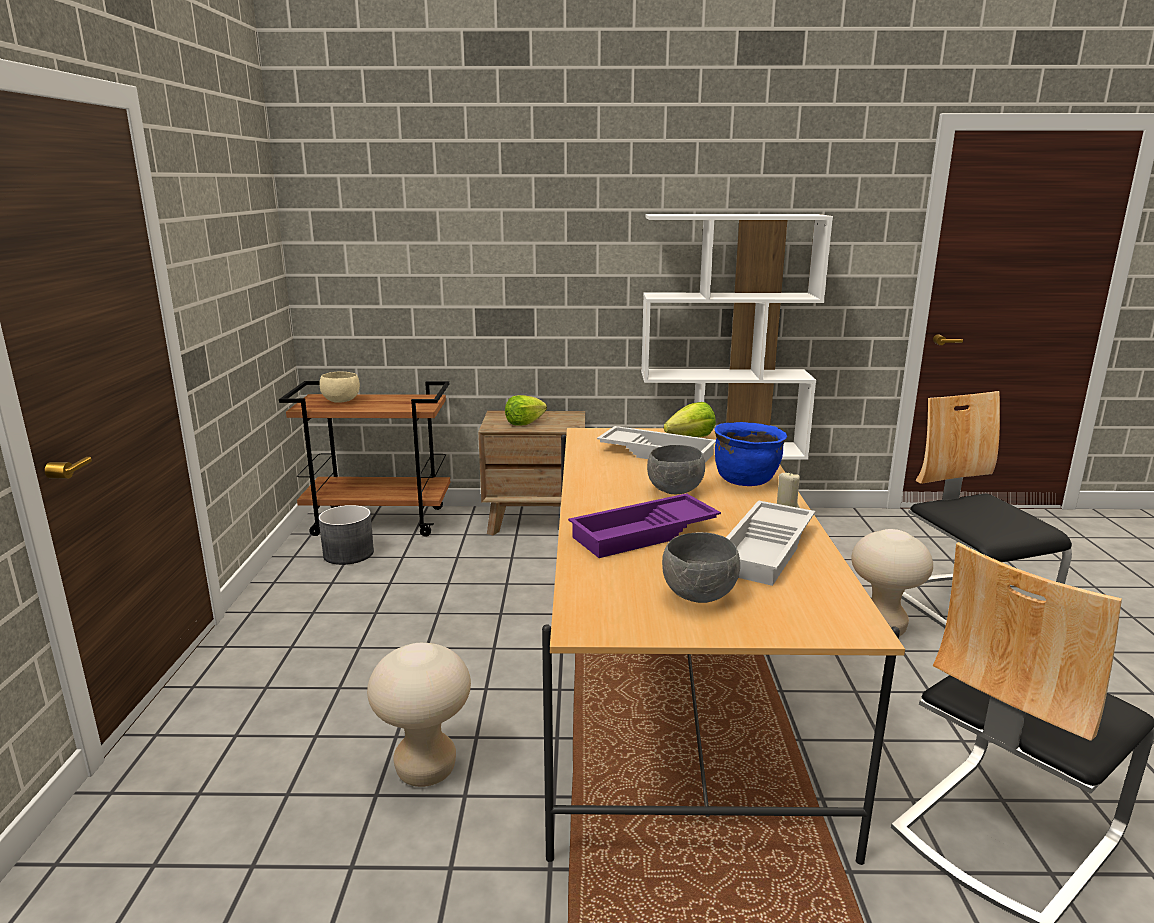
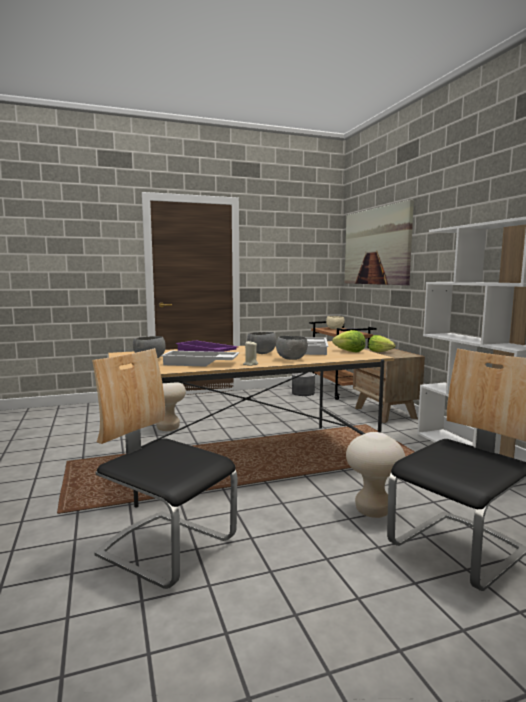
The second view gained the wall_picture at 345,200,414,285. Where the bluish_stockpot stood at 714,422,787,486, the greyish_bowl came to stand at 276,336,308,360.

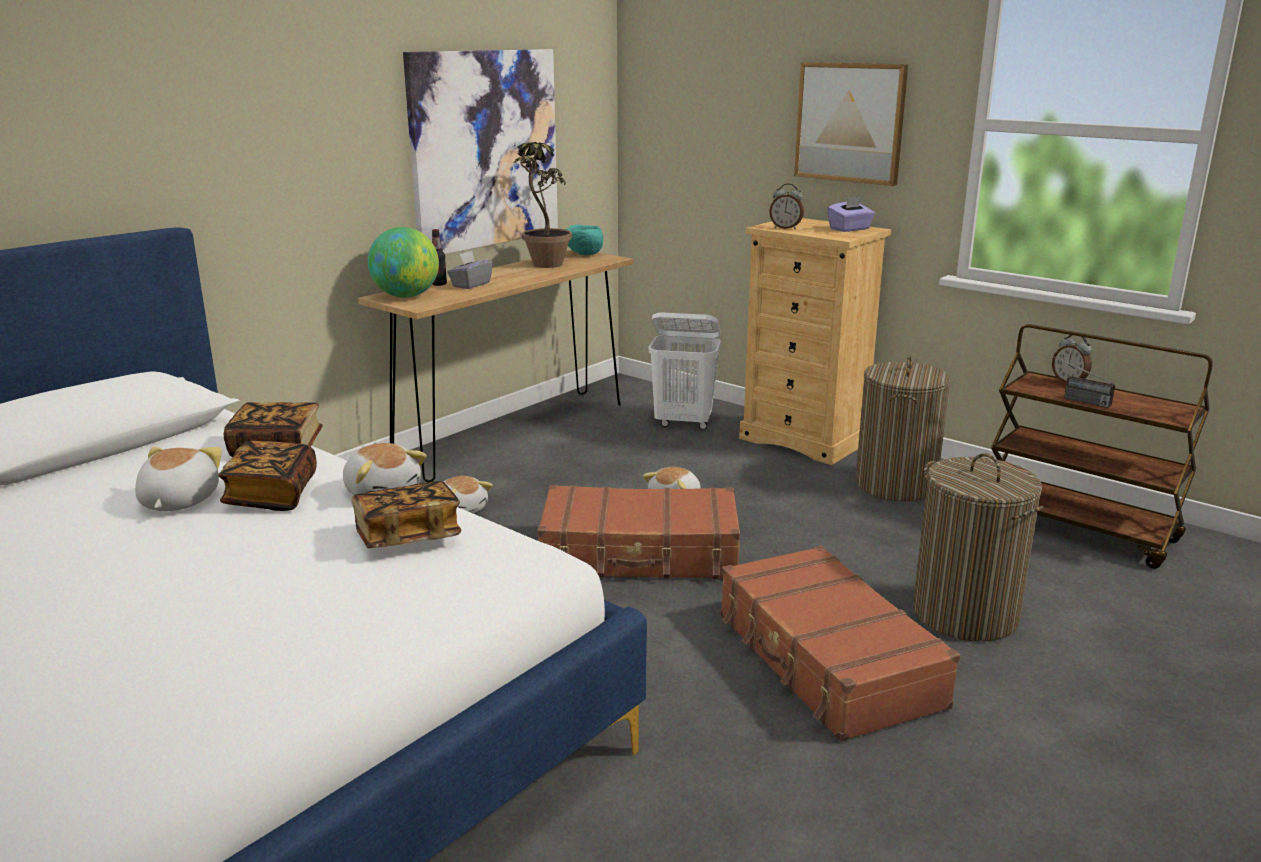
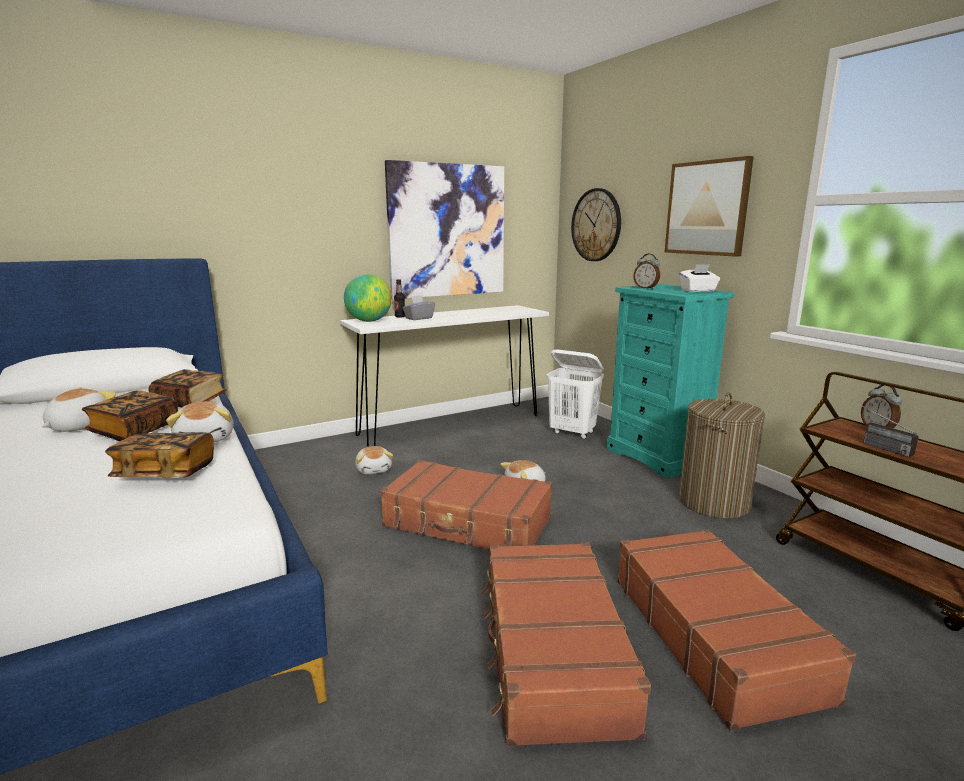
The second view lost the houseplant at 513,142,572,268. The second view lost the turquoise_bowl at 565,225,603,255. The second view gained the hanging_clock at 571,188,621,261. Where the laundry_basket stood at 913,453,1044,642, the brown-coloured_piece_of_luggage came to stand at 617,529,856,731. What was the brown-coloured_console_table at 358,250,634,482 turned into the white-coloured_console_table at 341,305,549,447. What was the sand-coloured_drawer_chest at 739,218,891,465 turned into the turquoise_drawer_chest at 606,284,734,479. What was the purplish_tissue_holder at 827,196,875,232 turned into the white-coloured_tissue_holder at 679,264,720,292.

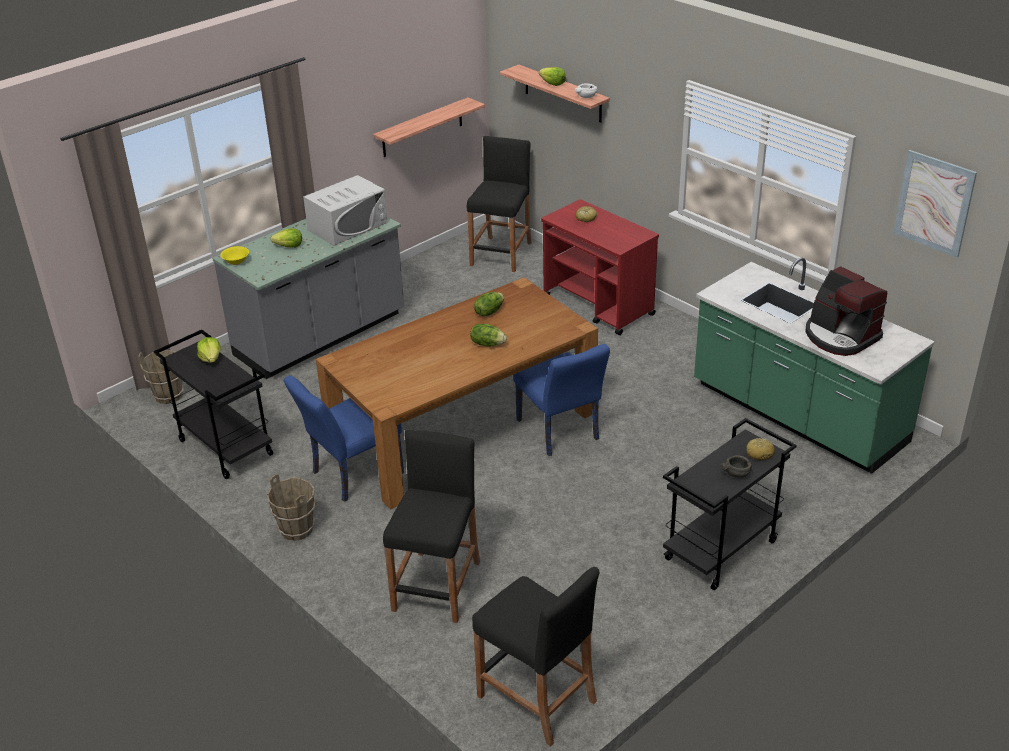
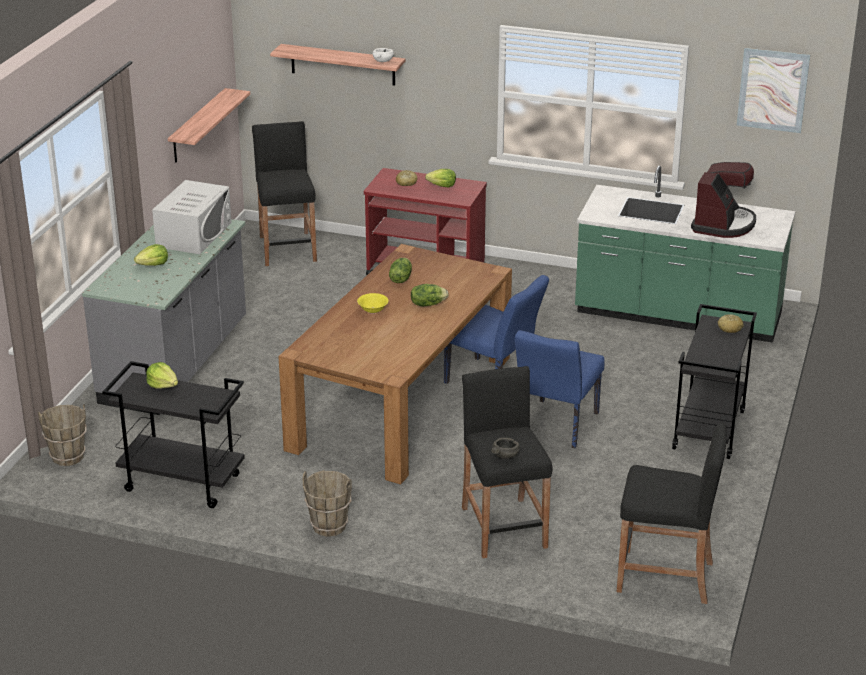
The yellow_bowl ended up elsewhere, having gone from 221,246,249,265 to 357,293,388,314. The bluish_plain_chair ended up elsewhere, having gone from 284,375,404,502 to 515,330,605,448. The head_of_lettuce ended up elsewhere, having gone from 538,67,566,86 to 425,169,456,188. The greyish_bowl ended up elsewhere, having gone from 721,455,752,478 to 491,438,520,459. The coffee_maker at 806,266,887,356 ended up facing another way, 90 degrees counterclockwise from before.

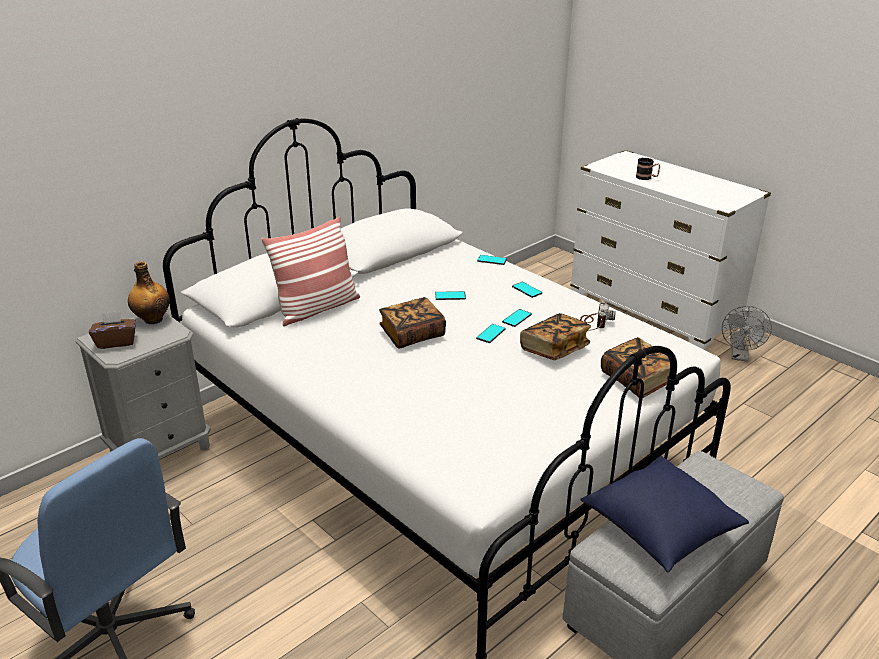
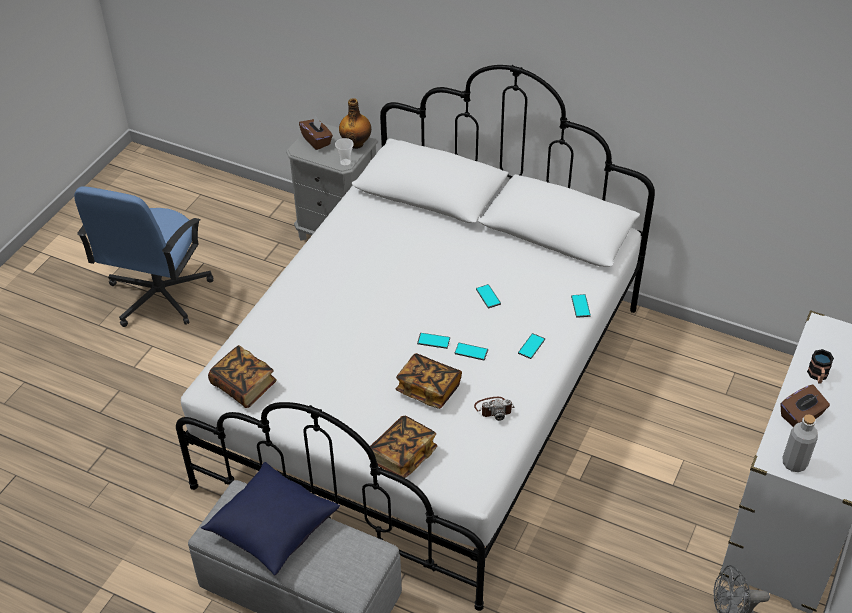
The second view lost the cushion at 261,216,360,326. The second view gained the drinking_cup at 335,138,354,166. The second view gained the brown-coloured_tissue_holder at 781,385,830,427. The second view gained the greyish_drink_bottle at 783,414,818,472. The volume ended up elsewhere, having gone from 379,297,446,349 to 208,345,277,408.

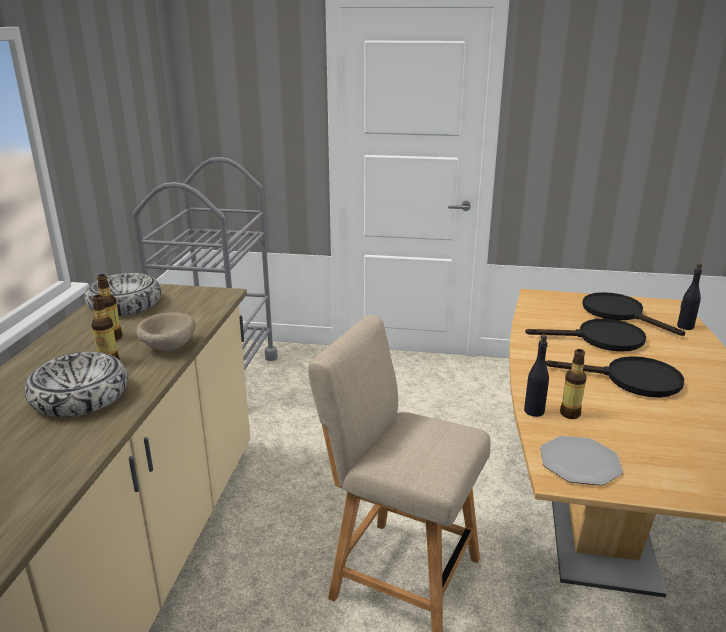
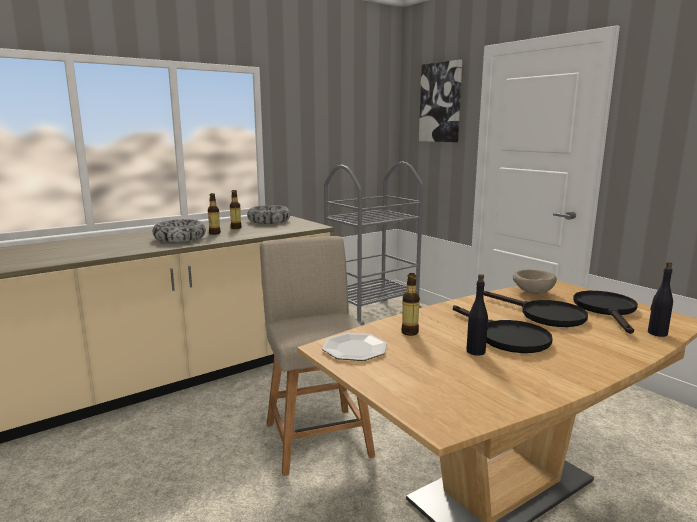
The second view gained the wall_picture at 419,60,462,142. The sand-coloured_bowl ended up elsewhere, having gone from 136,312,195,350 to 513,270,557,294. The blackish_drink_bottle ended up elsewhere, having gone from 524,334,549,417 to 466,274,488,356.

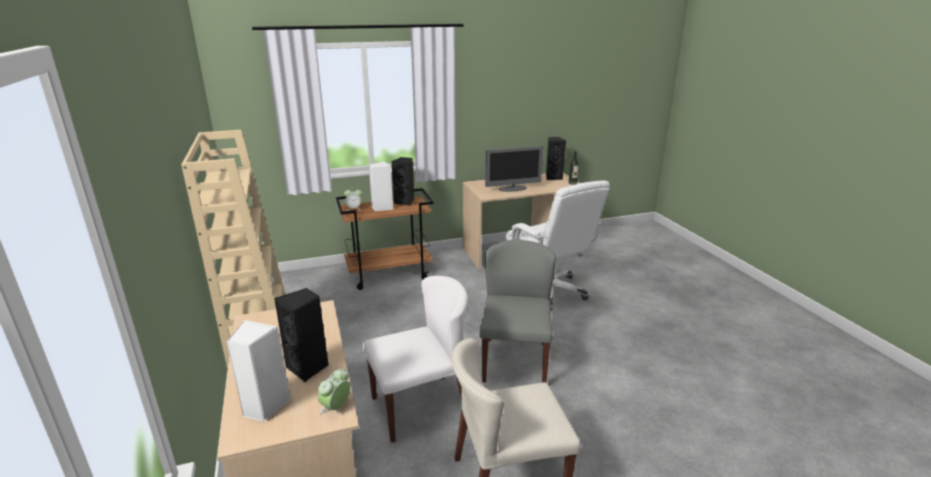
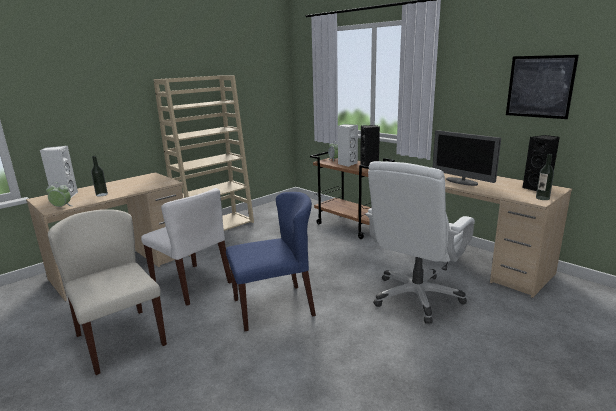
The second view gained the wall_picture at 506,55,579,119. Where the blackish_speaker stood at 274,288,328,382, the drink_bottle came to stand at 91,156,108,197. What was the greyish_plain_chair at 479,240,556,383 turned into the bluish_plain_chair at 226,192,316,331.

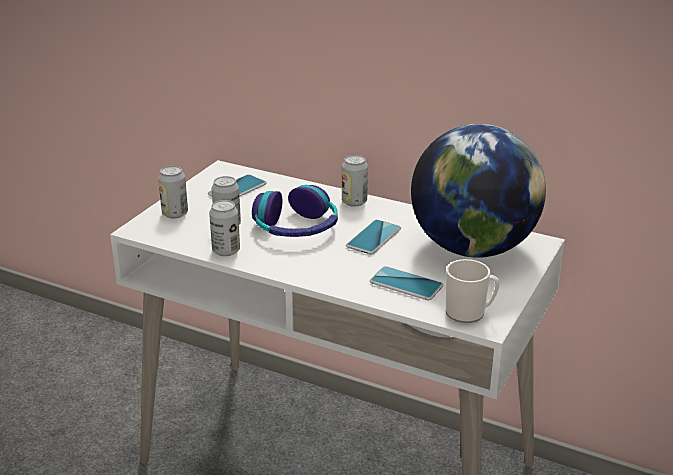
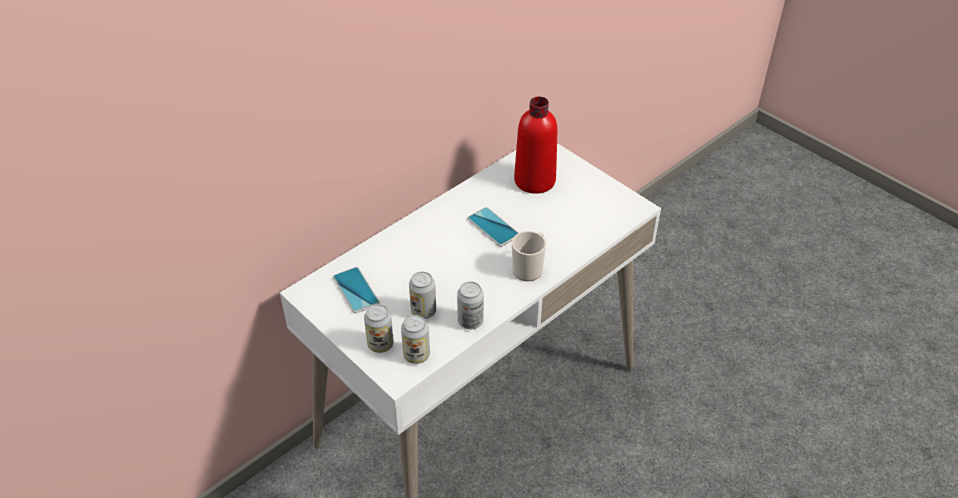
The second view lost the pair_of_headphones at 252,185,338,237. The second view lost the phone at 370,266,443,300. The metal_can ended up elsewhere, having gone from 342,155,368,207 to 401,315,430,364. The tea_mug ended up elsewhere, having gone from 446,259,500,323 to 512,231,546,281. Where the world_globe stood at 411,124,546,258, the reddish_drink_bottle came to stand at 514,96,558,194.

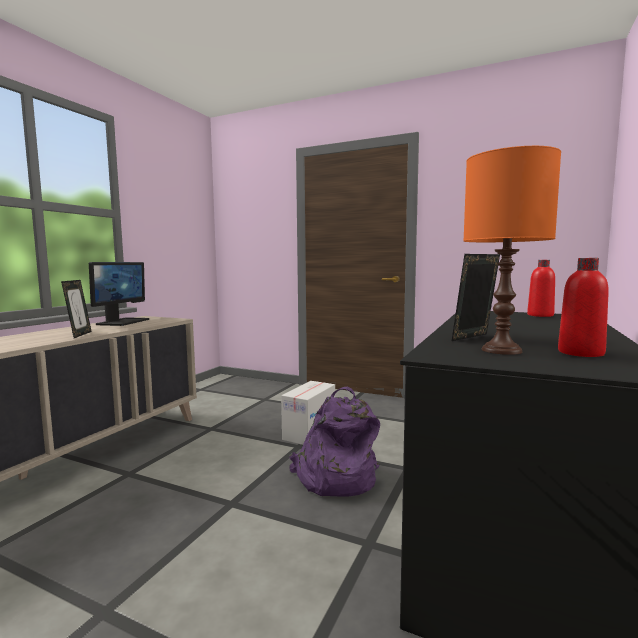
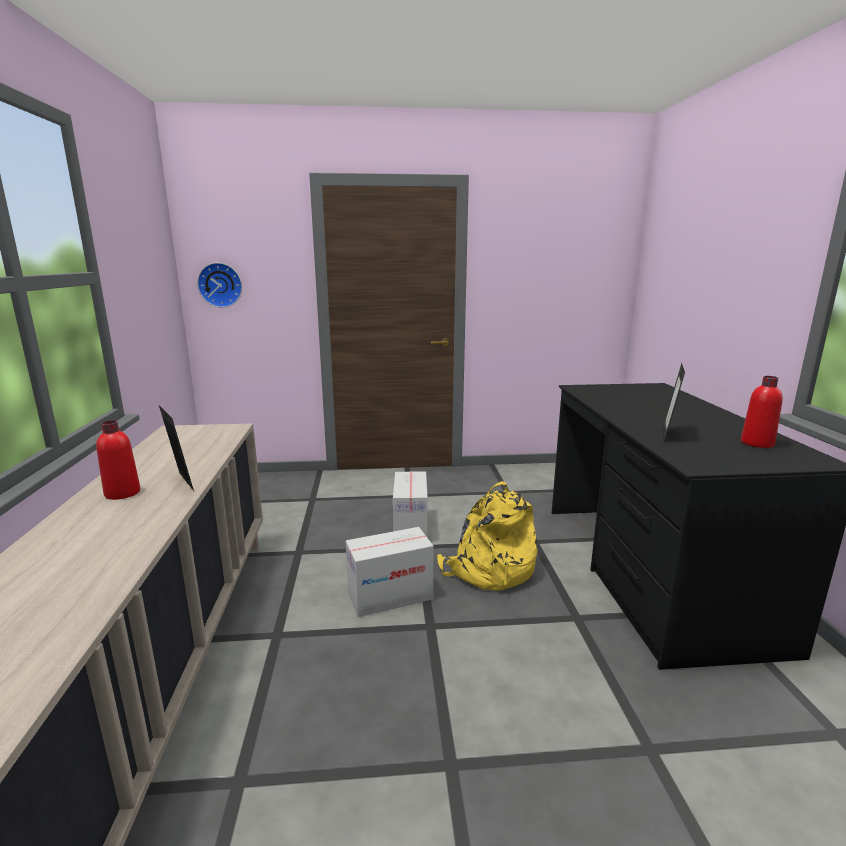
The second view lost the computer_screen at 89,262,149,326. The second view lost the orange-coloured_lamp_for_a_table at 463,146,561,355. The second view gained the hanging_clock at 197,263,242,308. The second view gained the packing_box at 346,527,433,617. The reddish_drink_bottle ended up elsewhere, having gone from 527,260,555,317 to 96,420,140,500. What was the purplish_knapsack at 289,386,380,496 turned into the yellow_knapsack at 437,481,537,591.

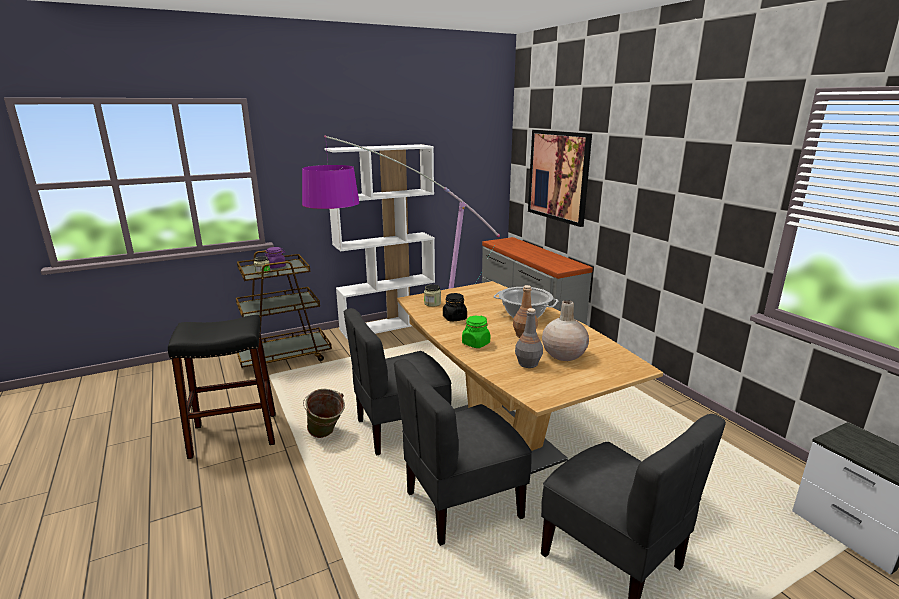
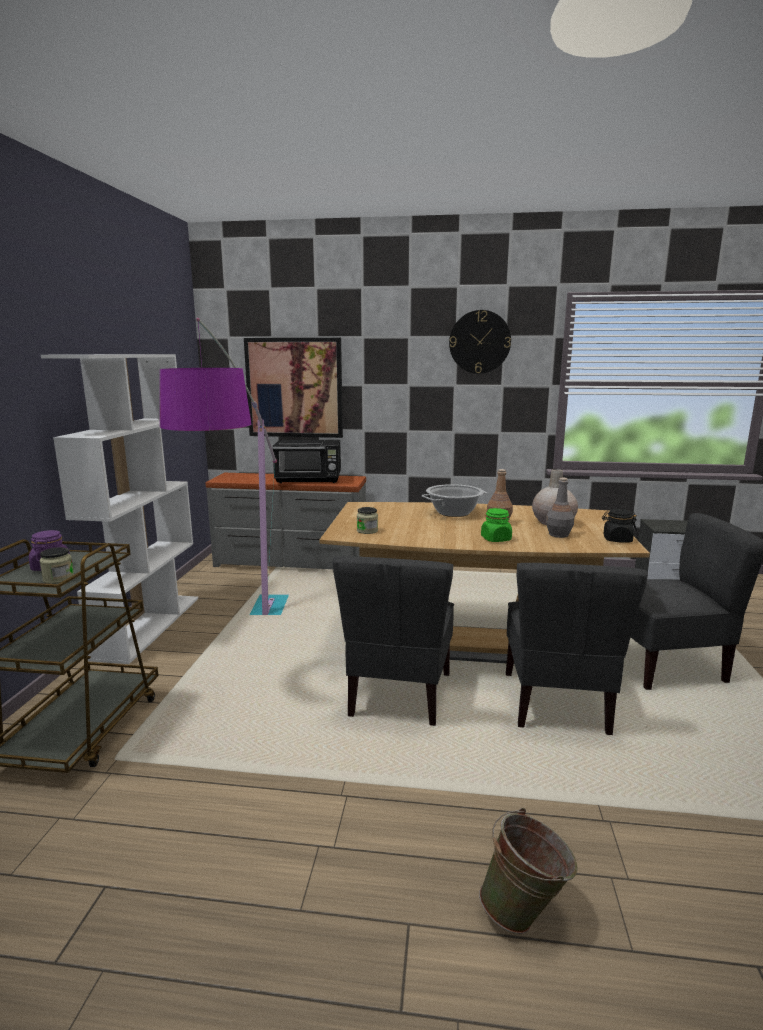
The second view lost the blackish_sitting_stool at 168,315,276,459. The second view gained the blackish_microwave_oven at 272,440,341,483. The second view gained the hanging_clock at 449,310,511,374. The green-coloured_bucket ended up elsewhere, having gone from 303,389,345,438 to 479,808,578,934. The blackish_jar ended up elsewhere, having gone from 443,293,467,322 to 602,509,637,543.

